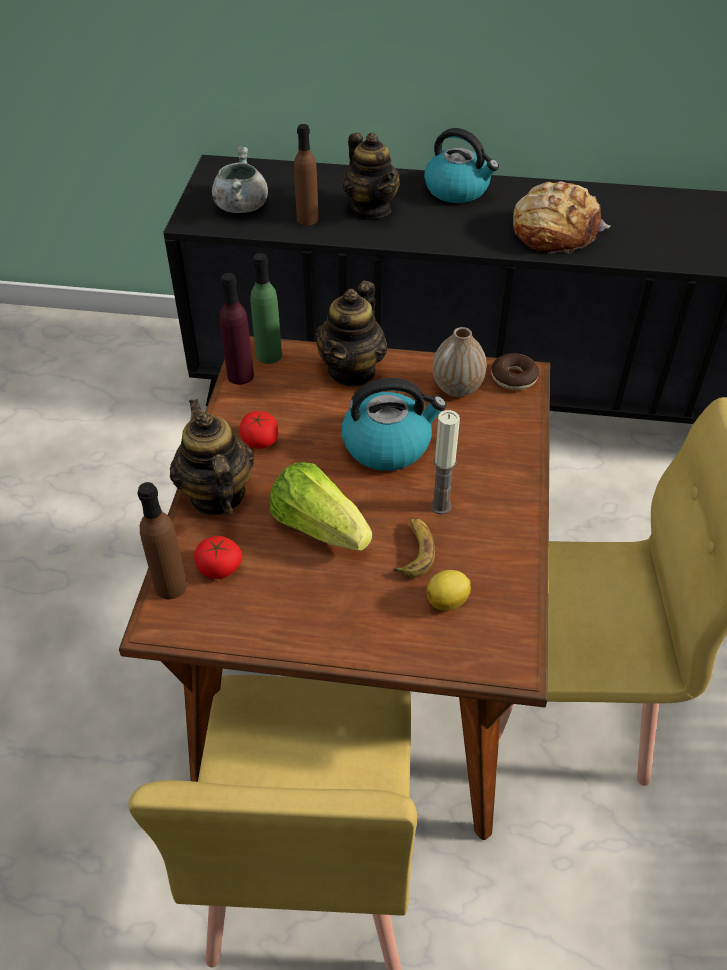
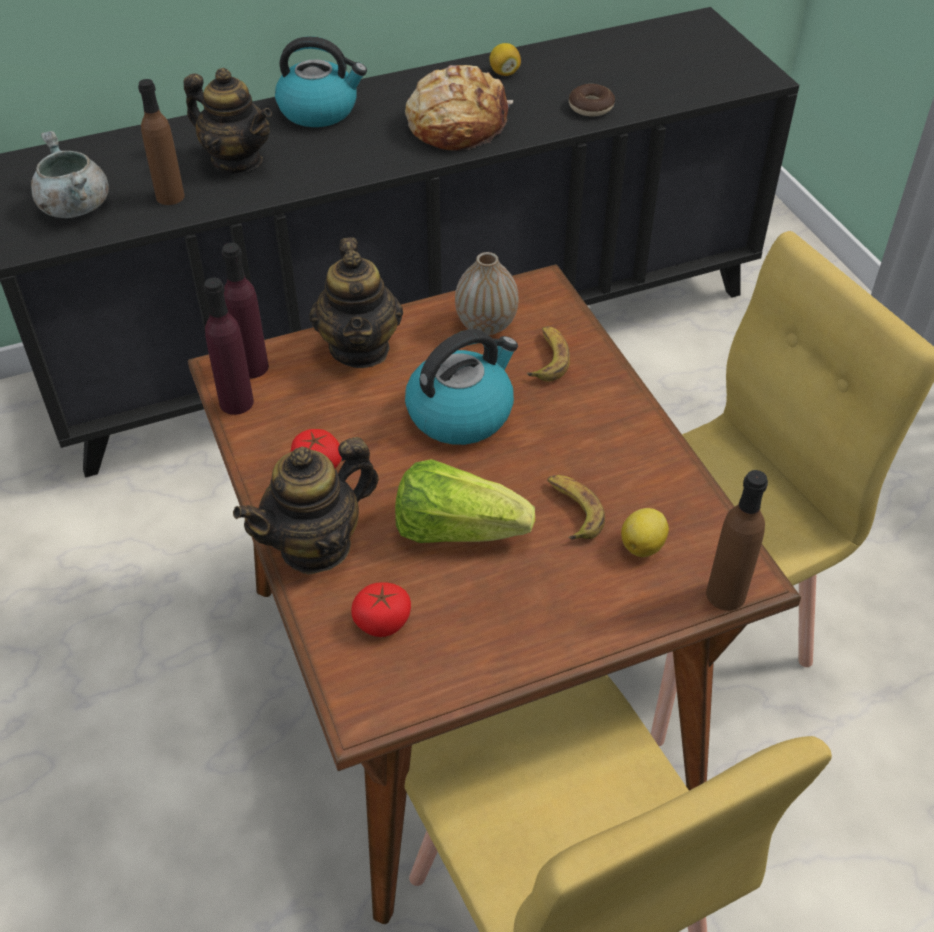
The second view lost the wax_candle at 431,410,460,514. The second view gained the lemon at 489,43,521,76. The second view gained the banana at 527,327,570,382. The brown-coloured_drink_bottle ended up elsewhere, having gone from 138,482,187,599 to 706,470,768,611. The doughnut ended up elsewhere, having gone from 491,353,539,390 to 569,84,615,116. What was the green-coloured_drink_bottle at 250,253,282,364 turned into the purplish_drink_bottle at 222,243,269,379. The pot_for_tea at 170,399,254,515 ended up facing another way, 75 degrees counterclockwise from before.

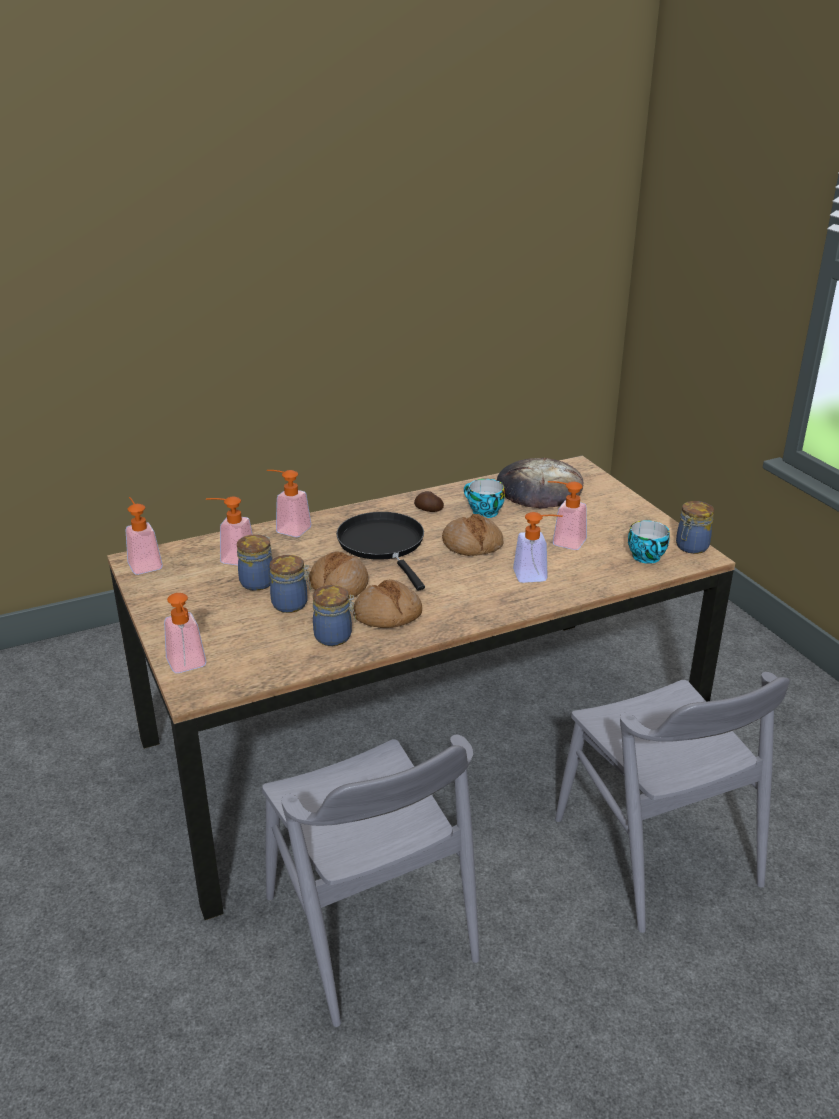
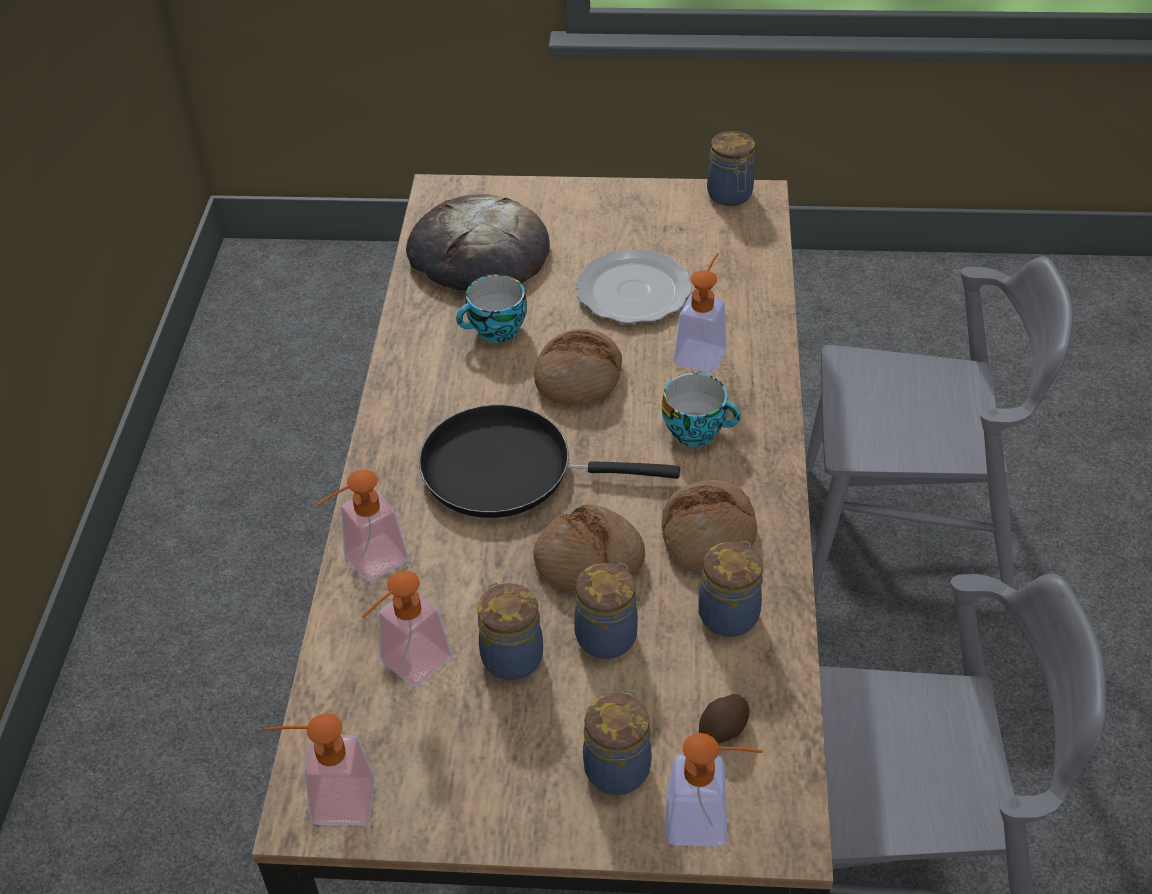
The second view gained the jar at 583,690,652,795. The whole_potato ended up elsewhere, having gone from 414,491,444,512 to 699,694,750,744. The drinking_cup ended up elsewhere, having gone from 628,520,670,564 to 662,373,741,447. Where the liquid_soap_bottle stood at 548,481,587,550, the dinner_plate came to stand at 576,249,692,324.

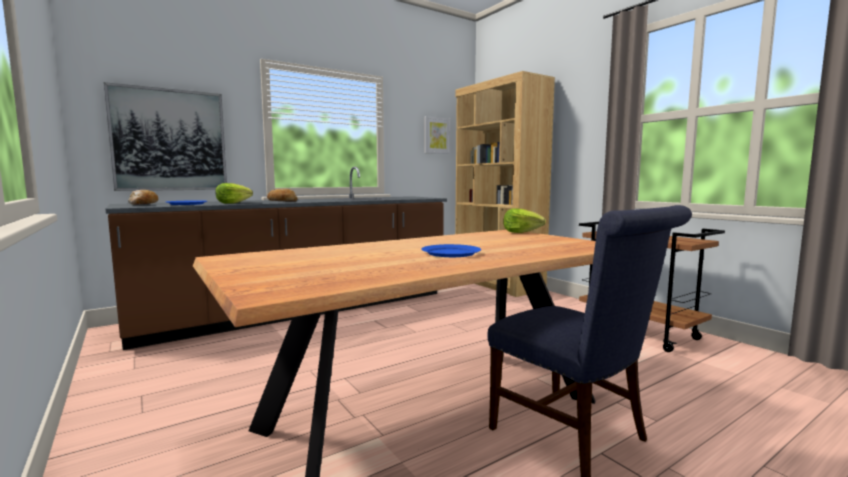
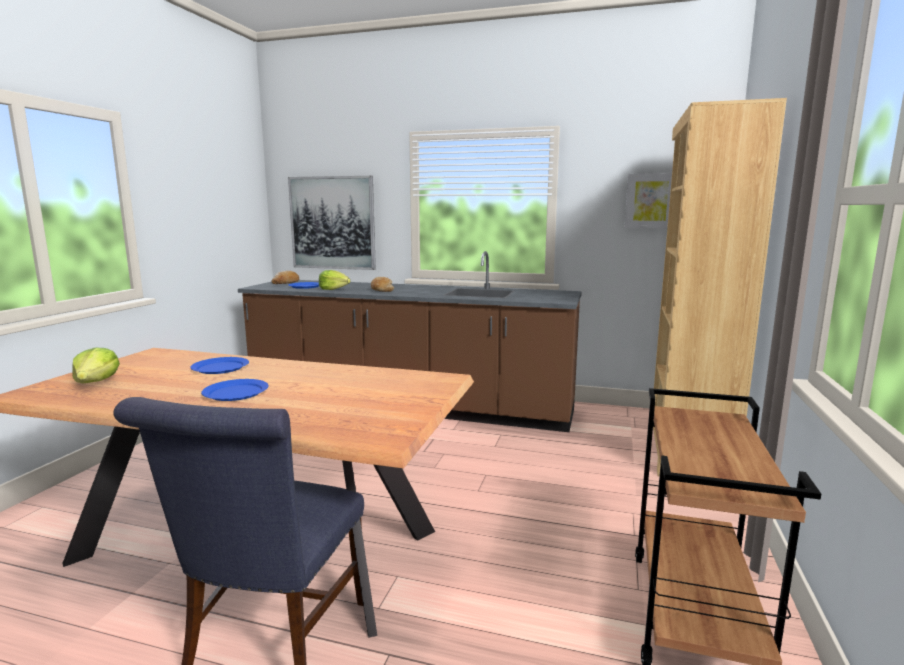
The second view gained the bluish_dinner_plate at 190,357,249,374. The head_of_lettuce ended up elsewhere, having gone from 503,208,546,233 to 72,347,120,383.

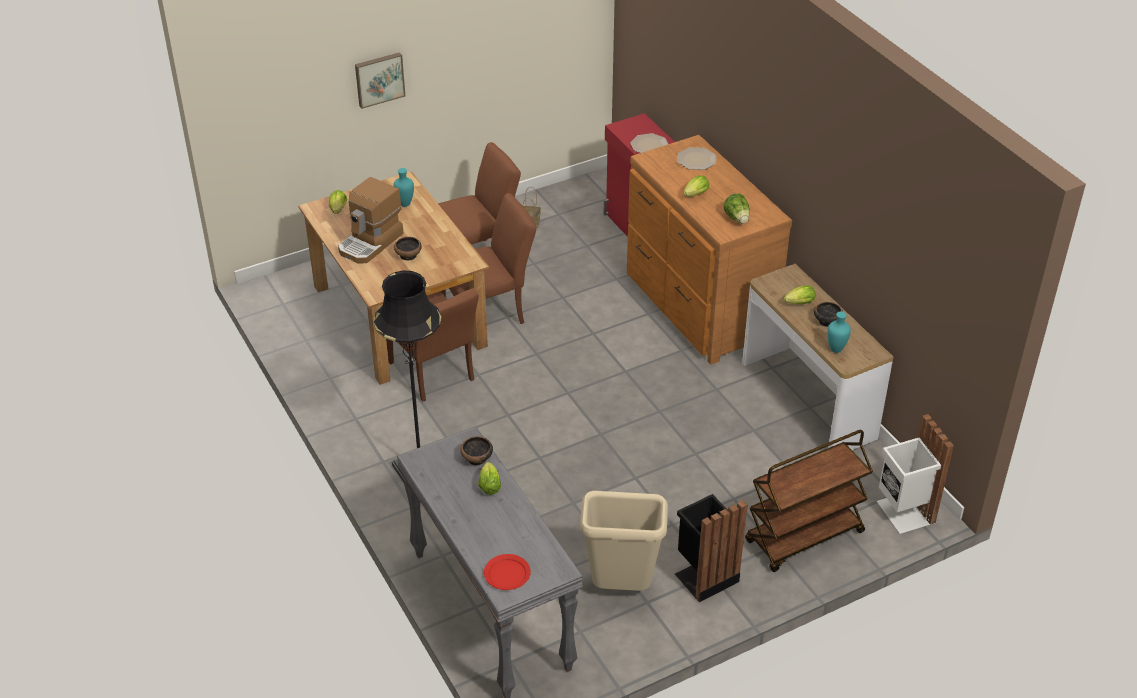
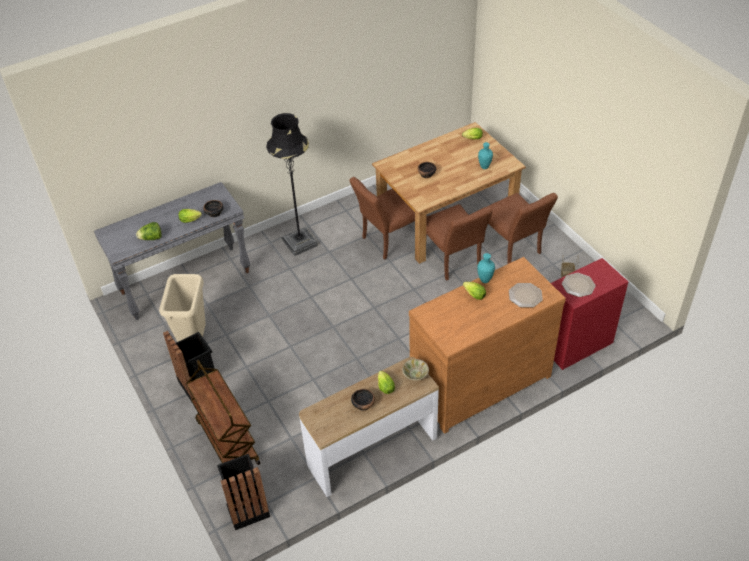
The second view lost the coffee_maker at 338,177,404,264. The second view lost the wall_picture at 355,52,405,109. The second view lost the reddish_dinner_plate at 484,554,531,590. The second view gained the sand-coloured_bowl at 402,359,429,381. The head_of_lettuce ended up elsewhere, having gone from 724,193,750,224 to 136,222,162,240. The turquoise_vase ended up elsewhere, having gone from 827,311,851,353 to 477,253,495,283. What was the white-coloured_waste_bin at 877,414,954,534 turned into the blackish_waste_bin at 217,454,270,530.

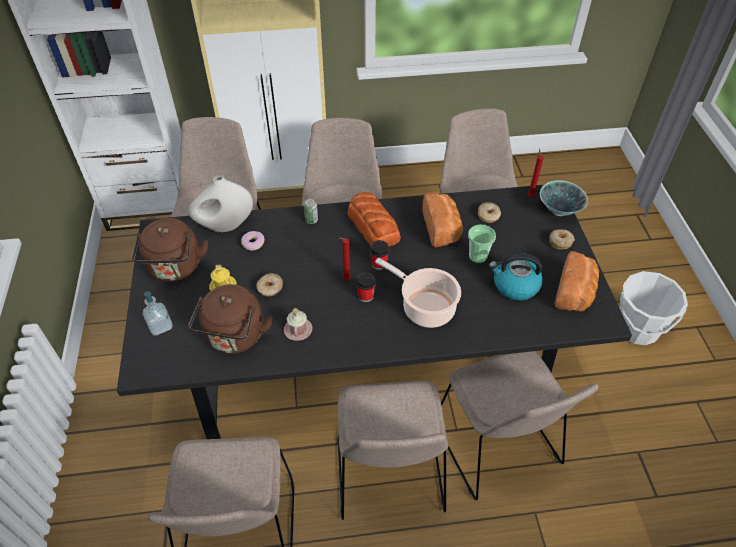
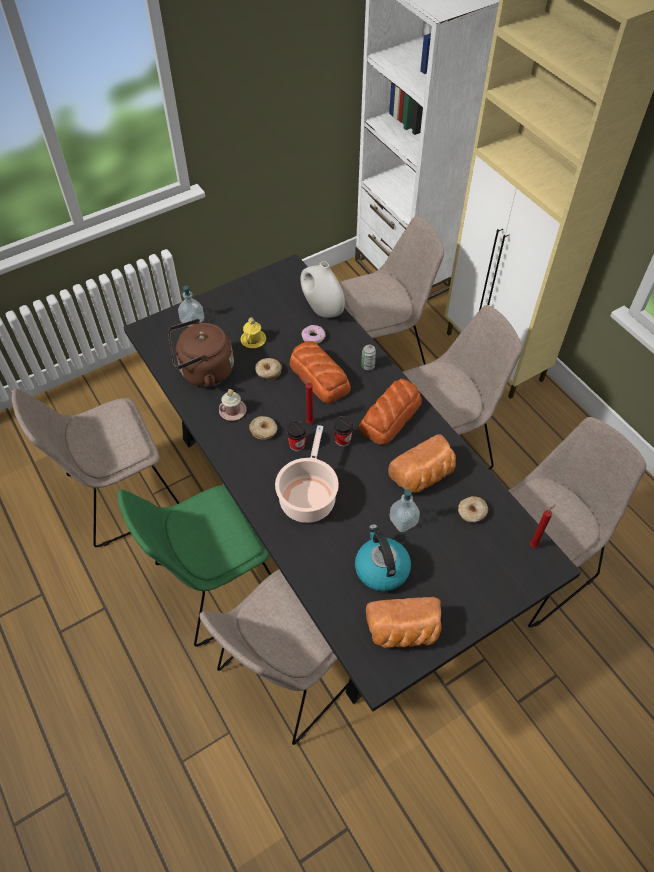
The second view lost the brown-coloured_tea_kettle at 132,218,208,282. The second view lost the bowl at 540,180,588,216. The second view lost the white-coloured_bucket at 620,271,688,345. The second view gained the bread at 290,341,351,404. The doughnut ended up elsewhere, having gone from 549,230,575,249 to 249,416,277,440. Where the drinking_cup stood at 468,225,496,263, the liquid_soap_bottle came to stand at 390,487,420,532. What was the sand-coloured_plain_chair at 337,381,448,520 turned into the green-coloured_plain_chair at 118,485,271,647.

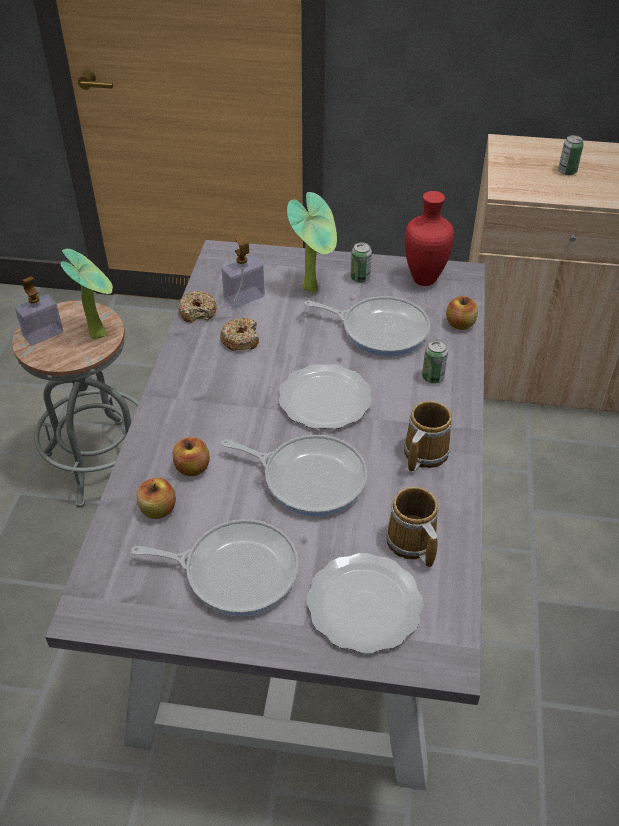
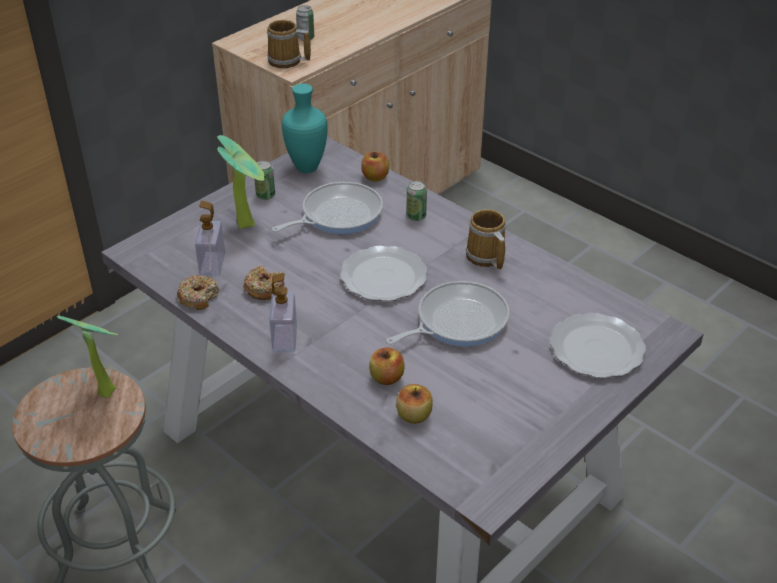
The second view lost the frying_pan at 131,519,299,616. The liquid_soap_bottle ended up elsewhere, having gone from 15,277,63,346 to 269,273,297,352. The tea_mug ended up elsewhere, having gone from 386,487,439,567 to 267,20,311,68. What was the reddish_vase at 405,191,454,286 turned into the turquoise_vase at 282,84,328,173.

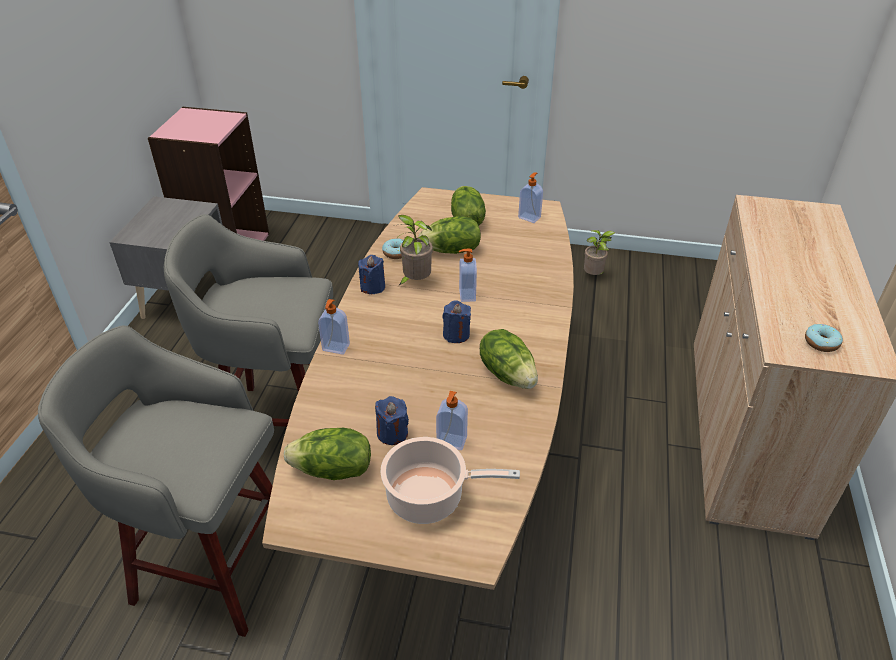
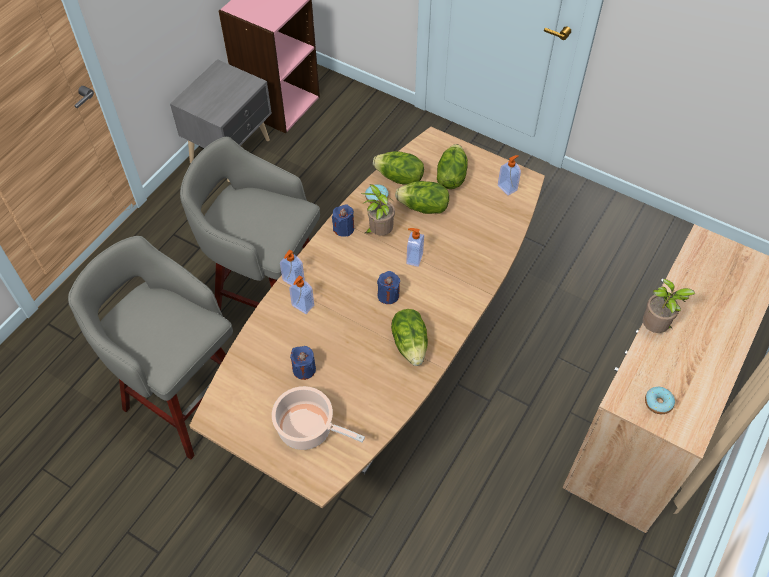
The head_of_lettuce ended up elsewhere, having gone from 284,428,371,480 to 373,151,424,185. The liquid_soap_bottle ended up elsewhere, having gone from 436,391,468,450 to 289,275,314,314. The houseplant ended up elsewhere, having gone from 584,230,615,275 to 643,279,695,333.

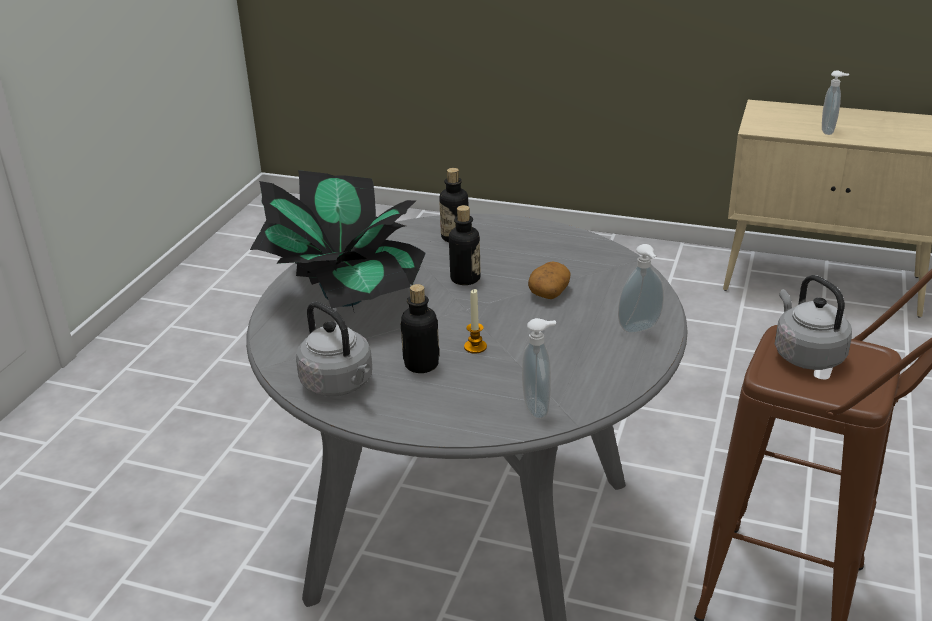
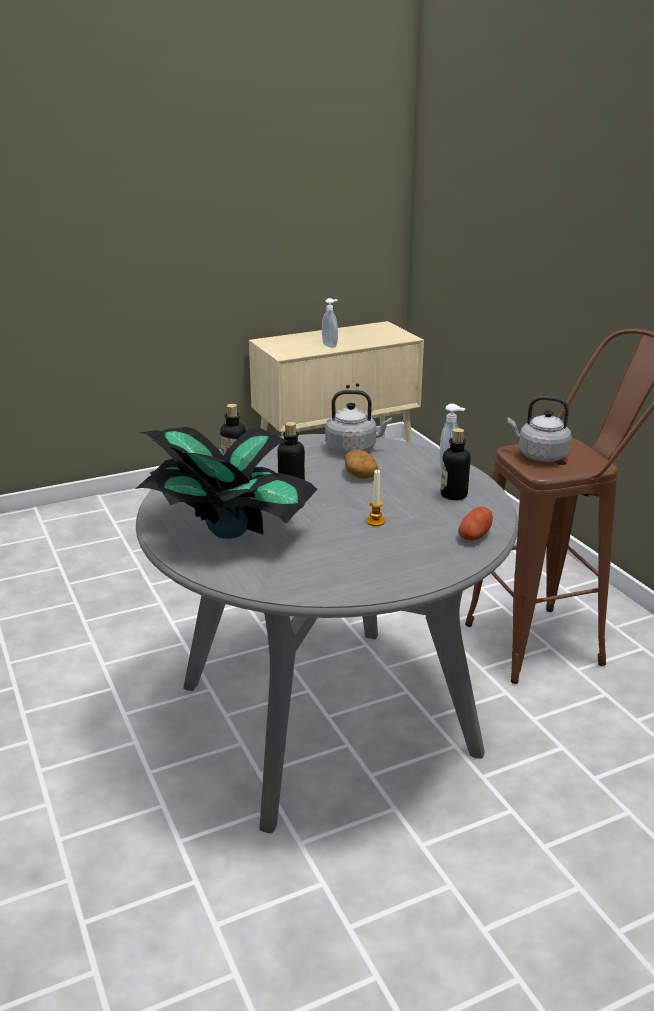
The greyish_tea_kettle ended up elsewhere, having gone from 296,301,372,396 to 325,390,392,454. The drink_bottle ended up elsewhere, having gone from 401,284,439,373 to 441,428,471,500. Where the liquid_soap_bottle stood at 522,318,556,419, the whole_potato came to stand at 458,507,493,541.

